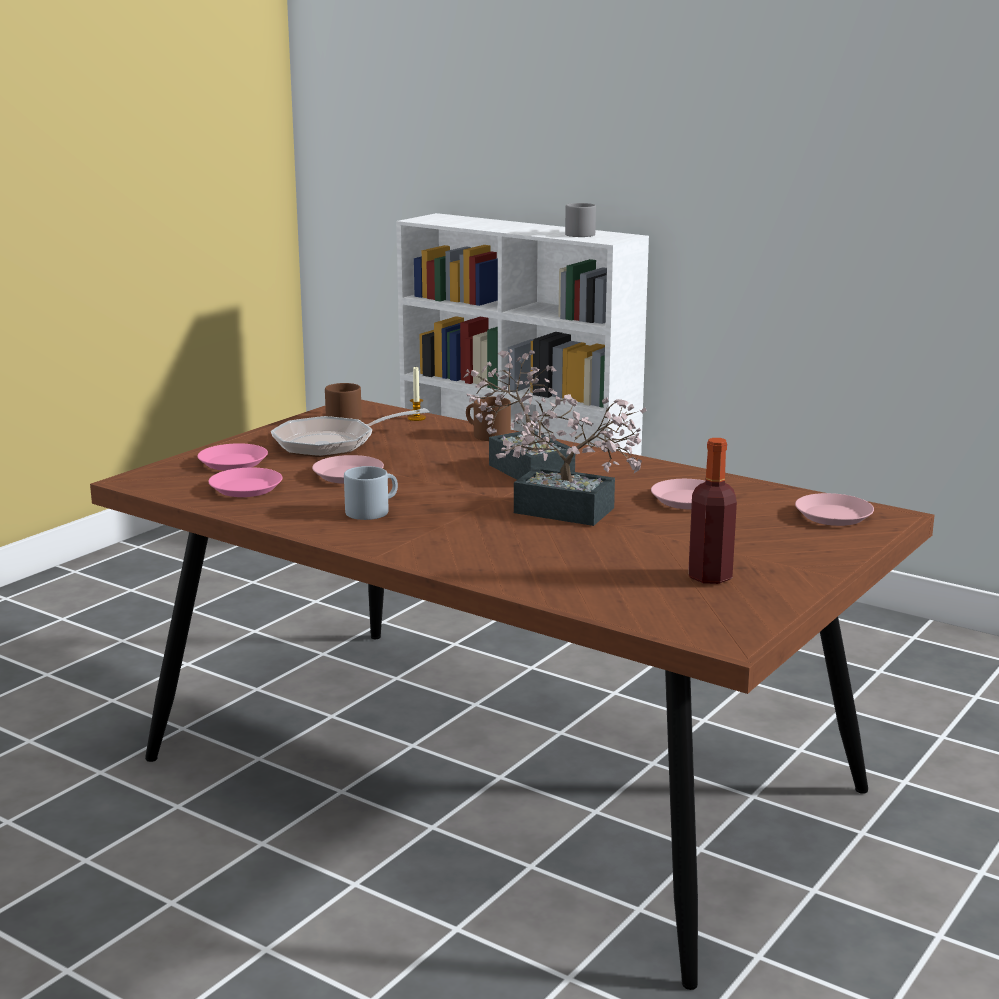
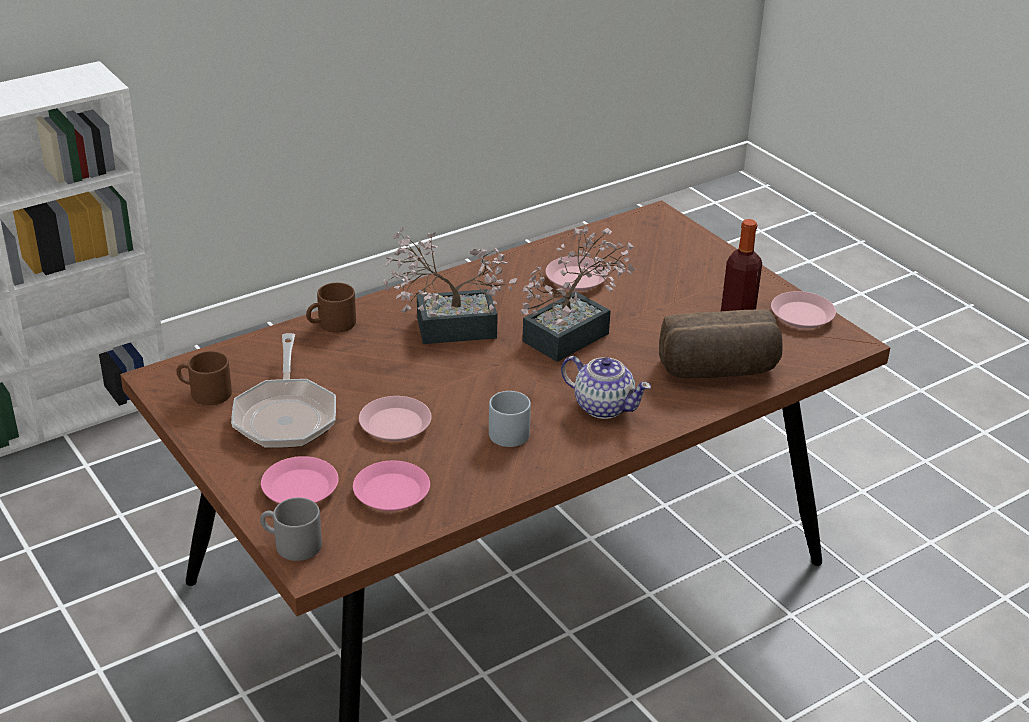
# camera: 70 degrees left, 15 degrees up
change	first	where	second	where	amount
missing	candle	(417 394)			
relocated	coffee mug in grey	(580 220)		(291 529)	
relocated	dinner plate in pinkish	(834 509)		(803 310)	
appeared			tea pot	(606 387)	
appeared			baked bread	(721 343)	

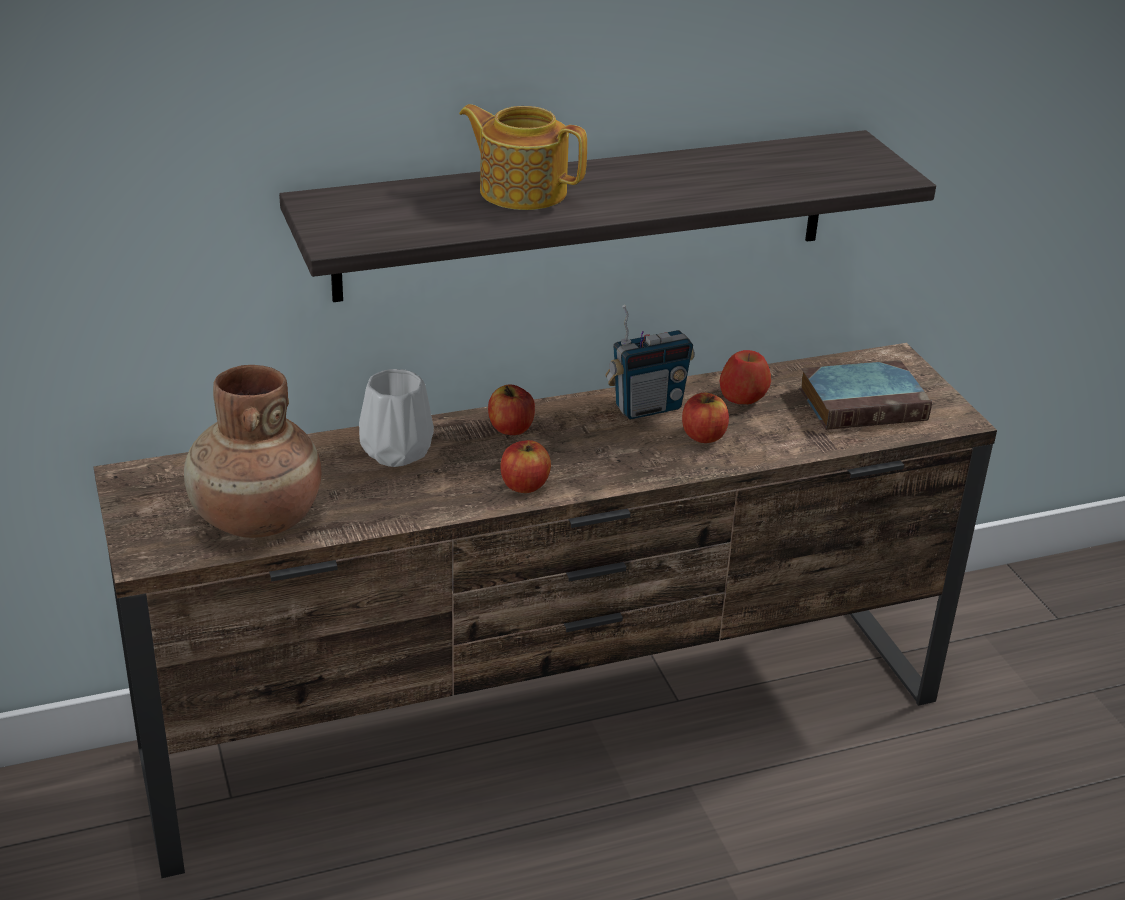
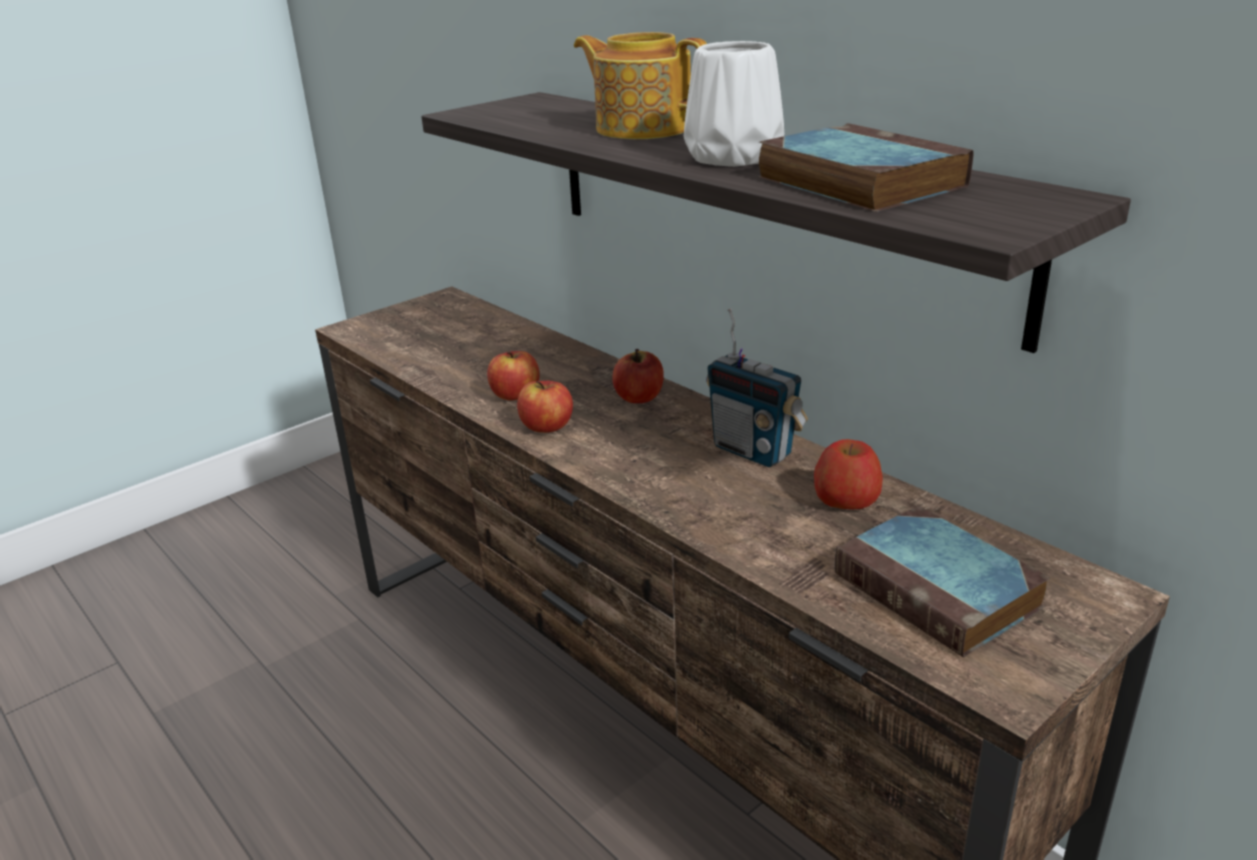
# camera: 70 degrees right, 5 degrees down
change	first	where	second	where	amount
missing	vase in brown	(253 451)			
relocated	vase in whitish	(396 418)		(734 104)	
spun	tea pot	(523 157)		(640 85)	60 degrees counterclockwise
relocated	apple	(705 418)		(513 375)	
appeared			bound book	(866 167)	

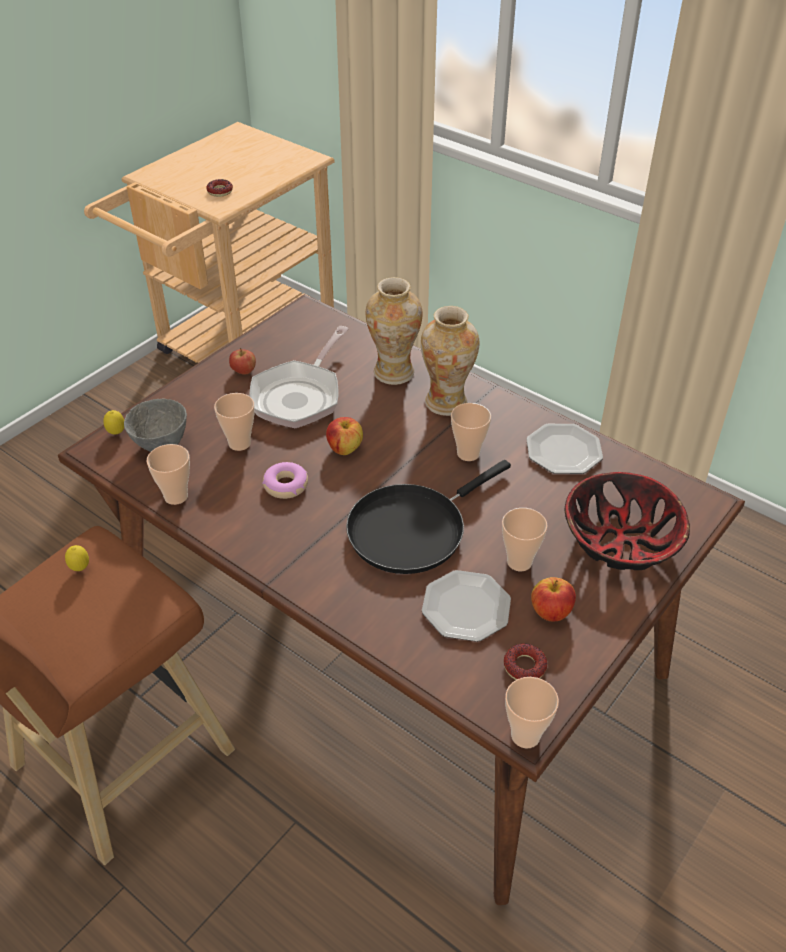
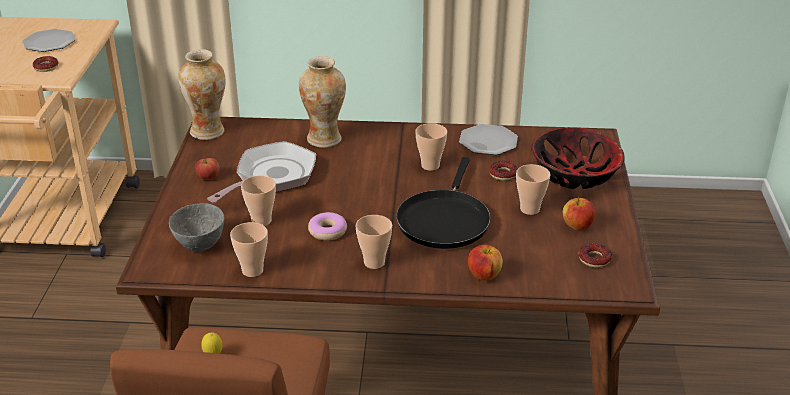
# camera: 35 degrees left, 10 degrees down
change	first	where	second	where	amount
missing	citrus fruit	(114 422)			
spun	pan	(299 377)		(261 171)	135 degrees counterclockwise
relocated	apple	(344 436)		(485 263)	
relocated	vase	(450 361)		(202 94)	
relocated	dinner plate	(466 606)		(49 40)	
relocated	cup	(532 712)		(373 242)	
appeared			doughnut	(503 171)	

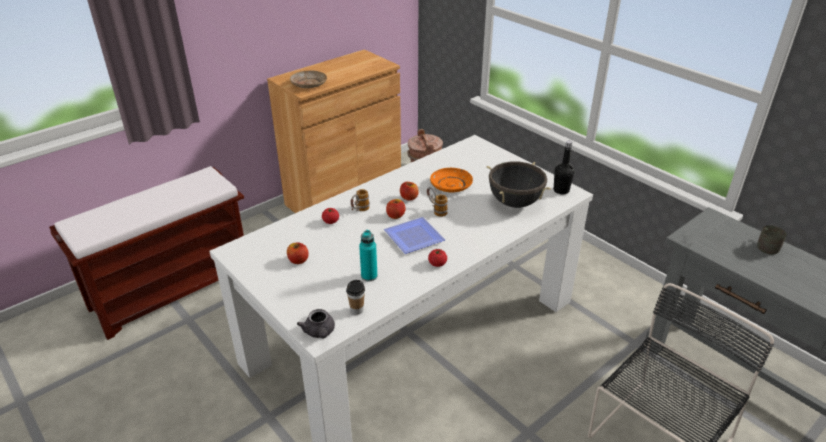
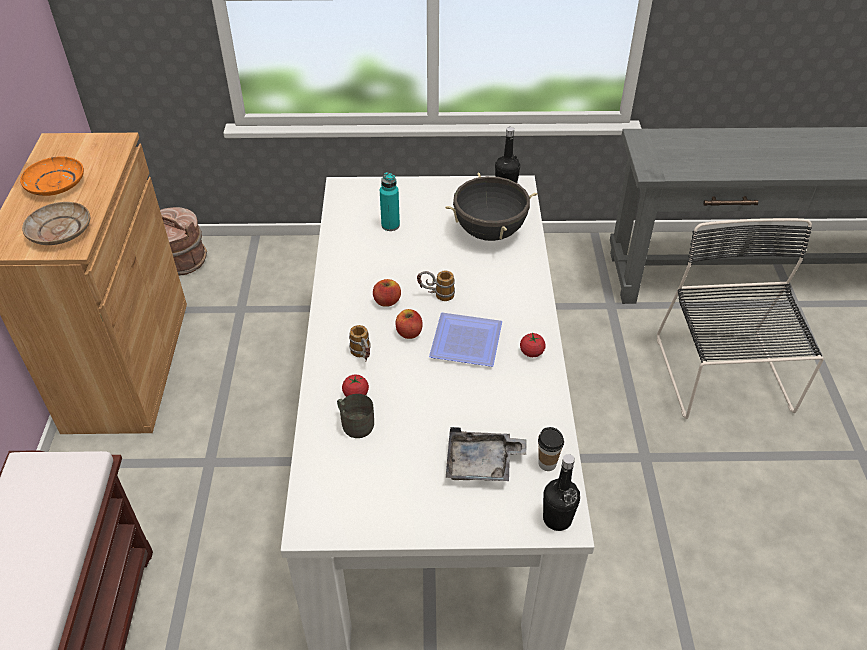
# camera: 50 degrees left, 10 degrees up
change	first	where	second	where	amount
missing	apple	(297 253)			
exchanged	tea pot in grey	(316 323)	drink bottle in black	(561 492)	
relocated	drink bottle in blue-green	(368 255)		(390 201)	
relocated	dinner plate in orangey	(451 180)		(52 176)	
relocated	coffee mug in grey	(772 240)		(355 416)	
appeared			carrying tray in grey	(486 454)	

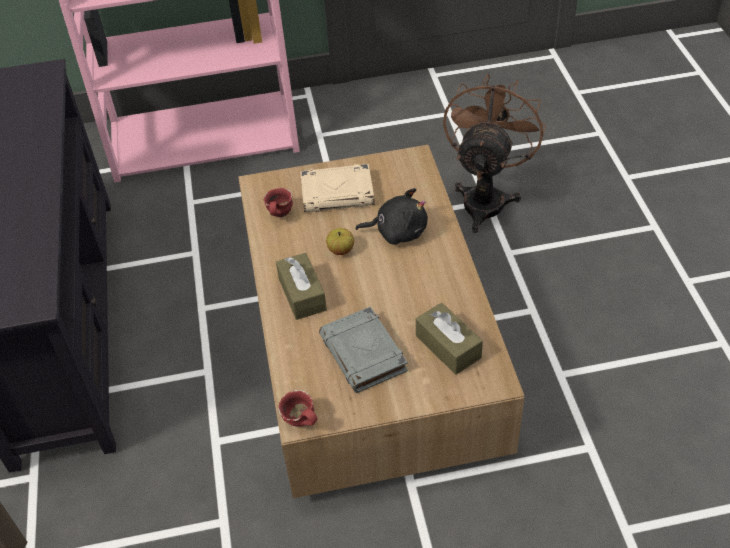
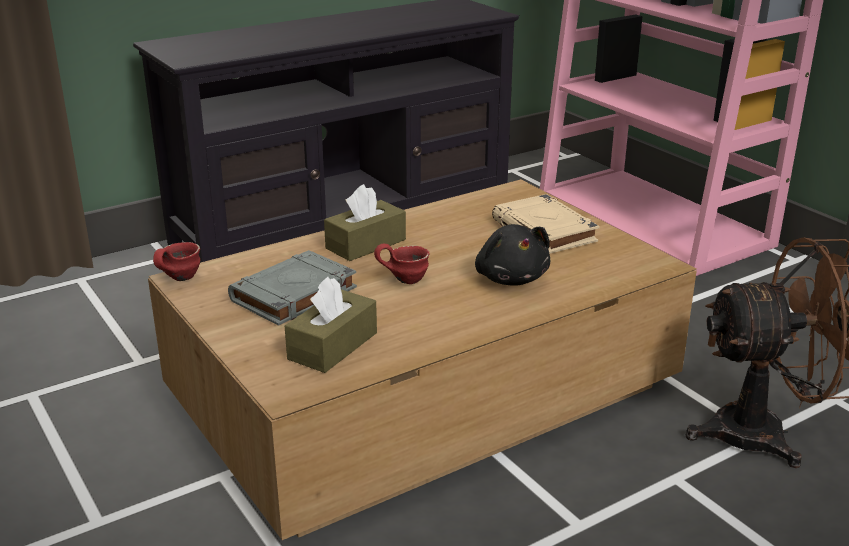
# camera: 65 degrees right, 20 degrees down
change	first	where	second	where	amount
relocated	coffee mug in red	(278 202)		(402 263)	
missing	apple	(340 241)			

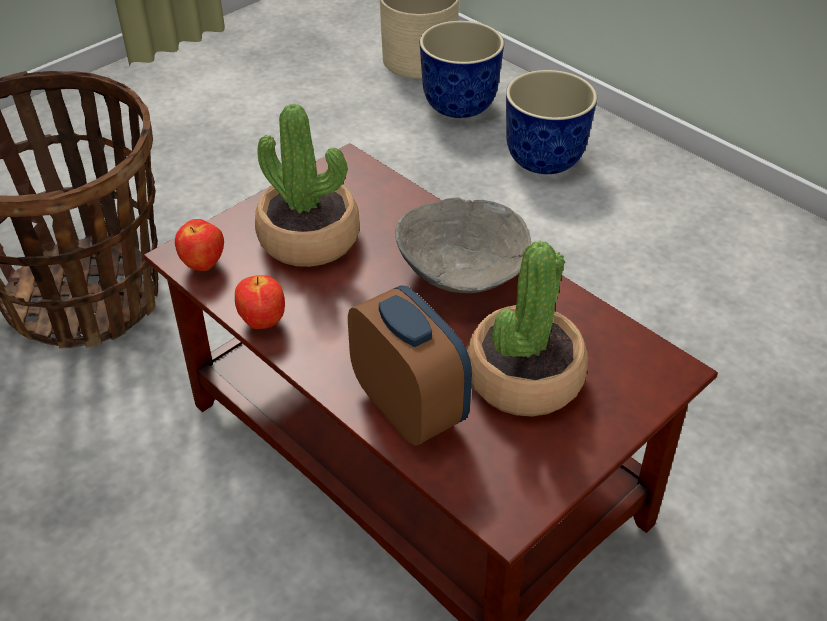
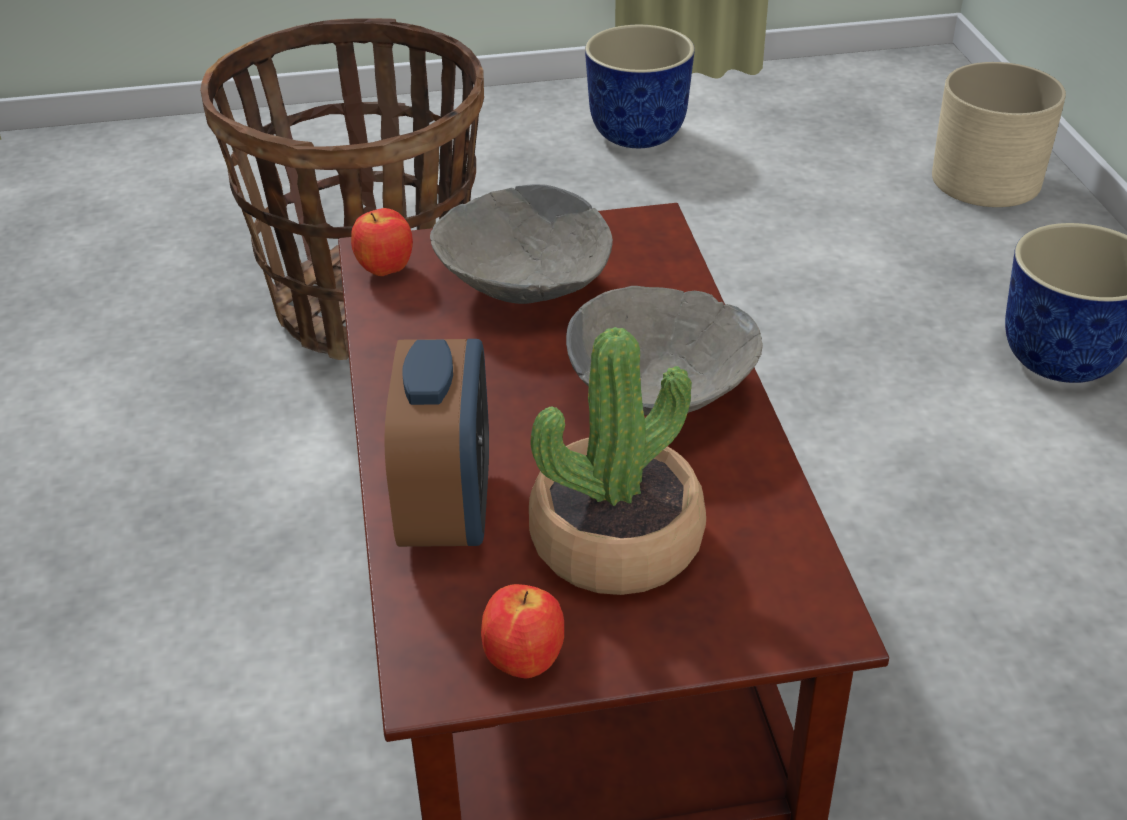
# camera: 35 degrees right, 5 degrees down
change	first	where	second	where	amount
relocated	apple	(260 302)		(522 631)	
exchanged	potted plant	(307 185)	deep dish in grey	(521 244)	
relocated	plant pot	(462 69)		(640 86)	

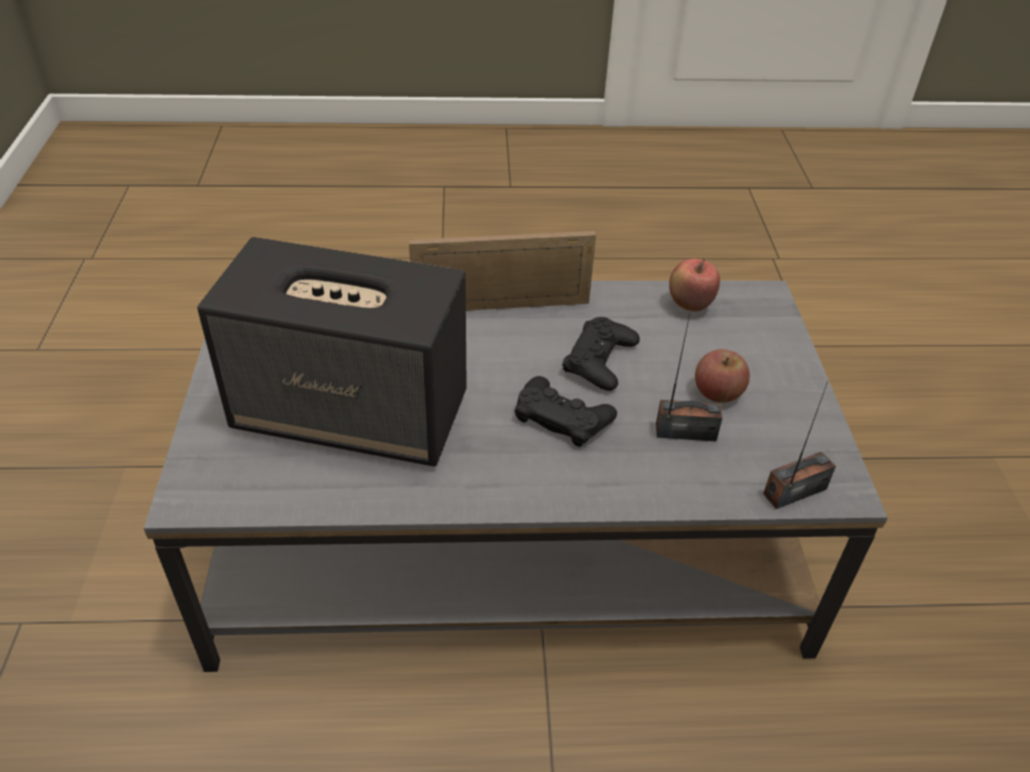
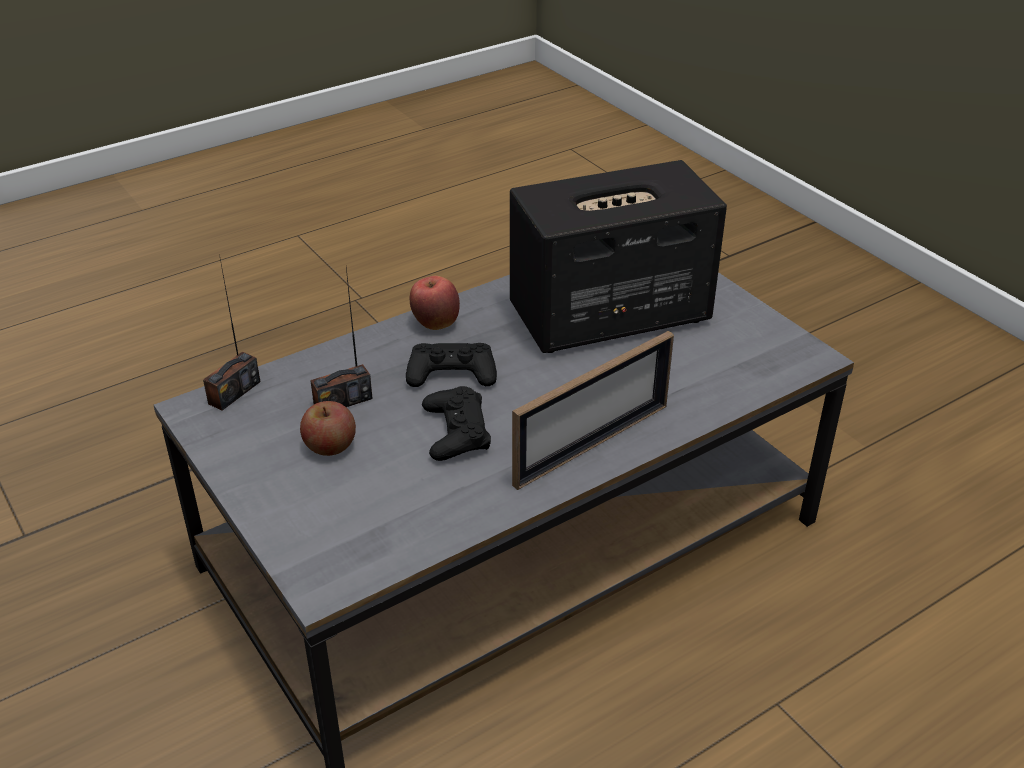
# camera: 150 degrees right, 5 degrees down
change	first	where	second	where	amount
relocated	apple	(694 285)		(435 303)	

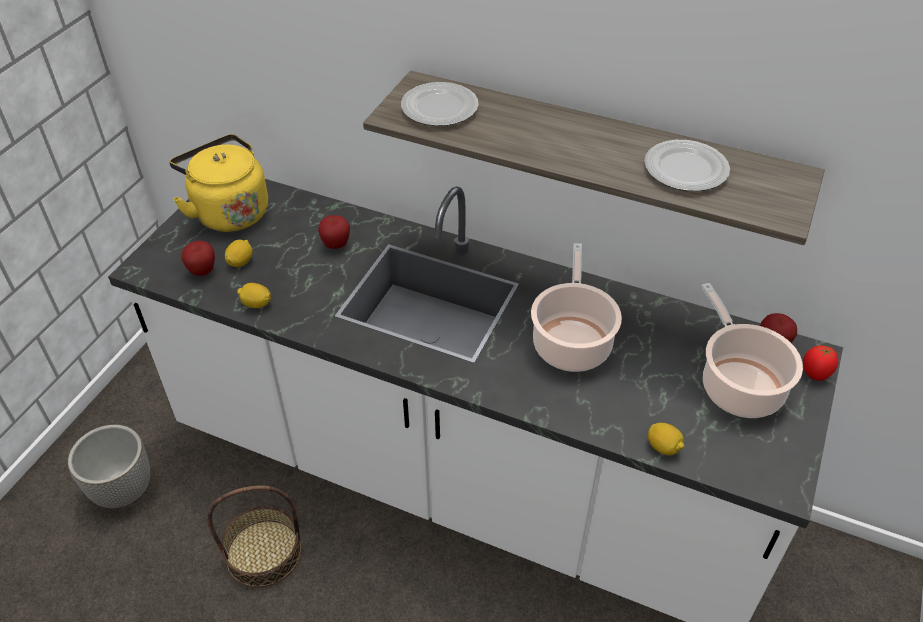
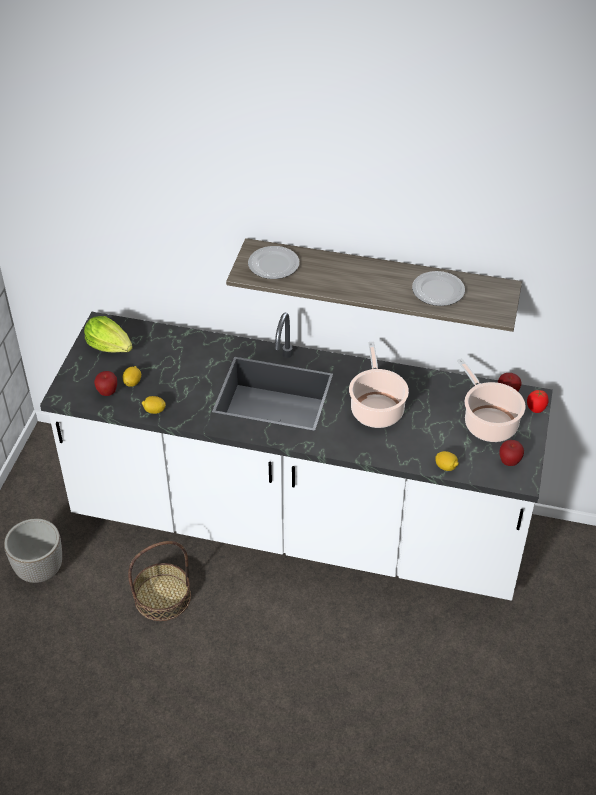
# camera: 10 degrees left, 0 degrees up
change	first	where	second	where	amount
exchanged	kettle in yellow	(218 183)	lettuce head	(108 334)	
relocated	apple	(334 232)		(511 453)	

